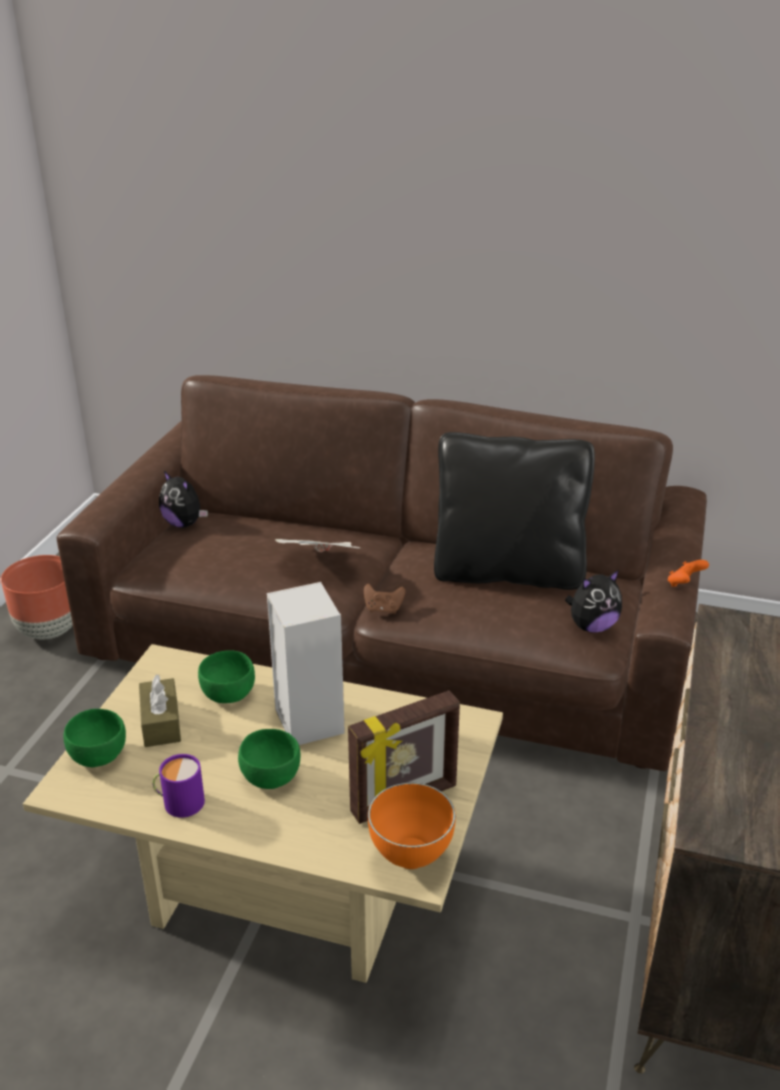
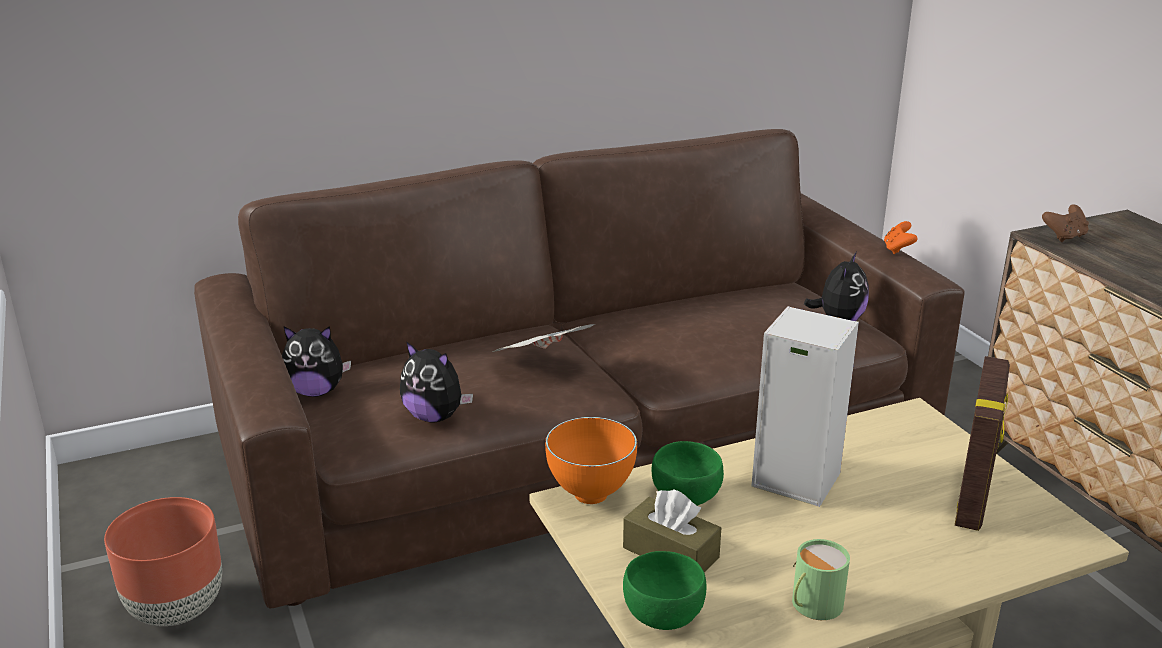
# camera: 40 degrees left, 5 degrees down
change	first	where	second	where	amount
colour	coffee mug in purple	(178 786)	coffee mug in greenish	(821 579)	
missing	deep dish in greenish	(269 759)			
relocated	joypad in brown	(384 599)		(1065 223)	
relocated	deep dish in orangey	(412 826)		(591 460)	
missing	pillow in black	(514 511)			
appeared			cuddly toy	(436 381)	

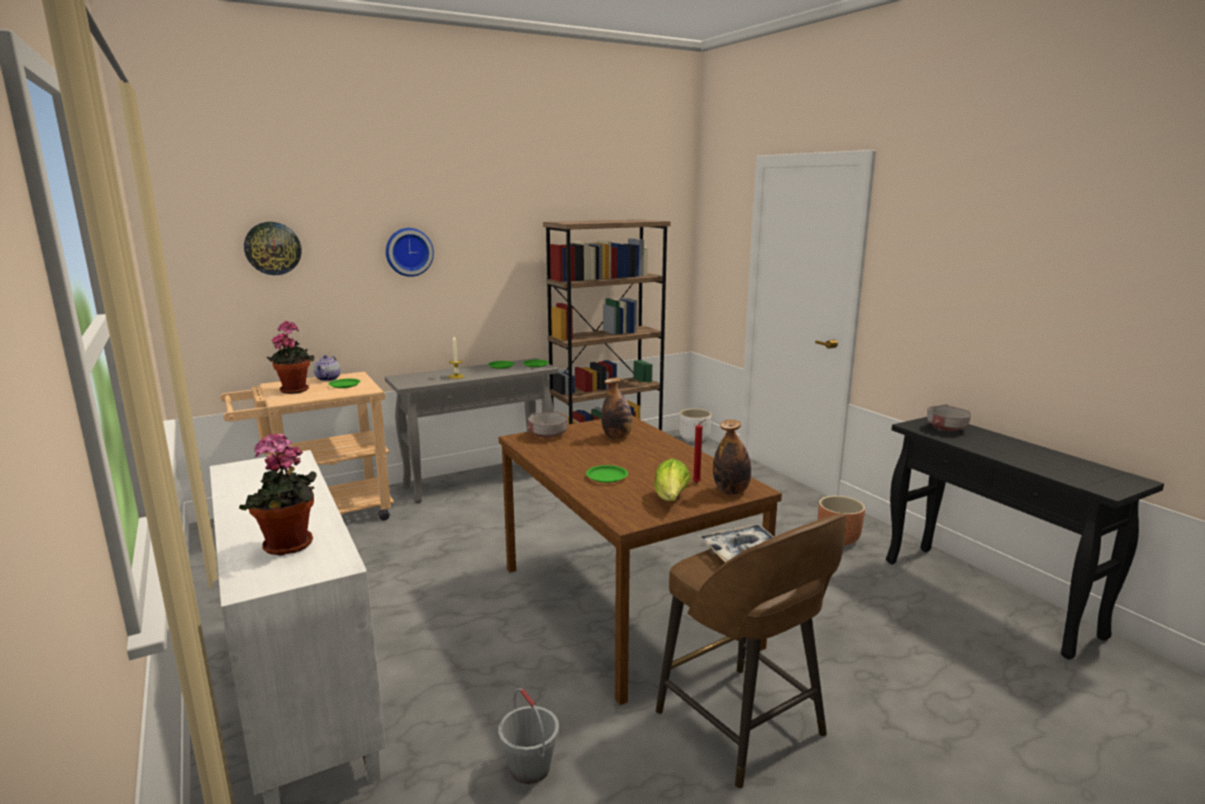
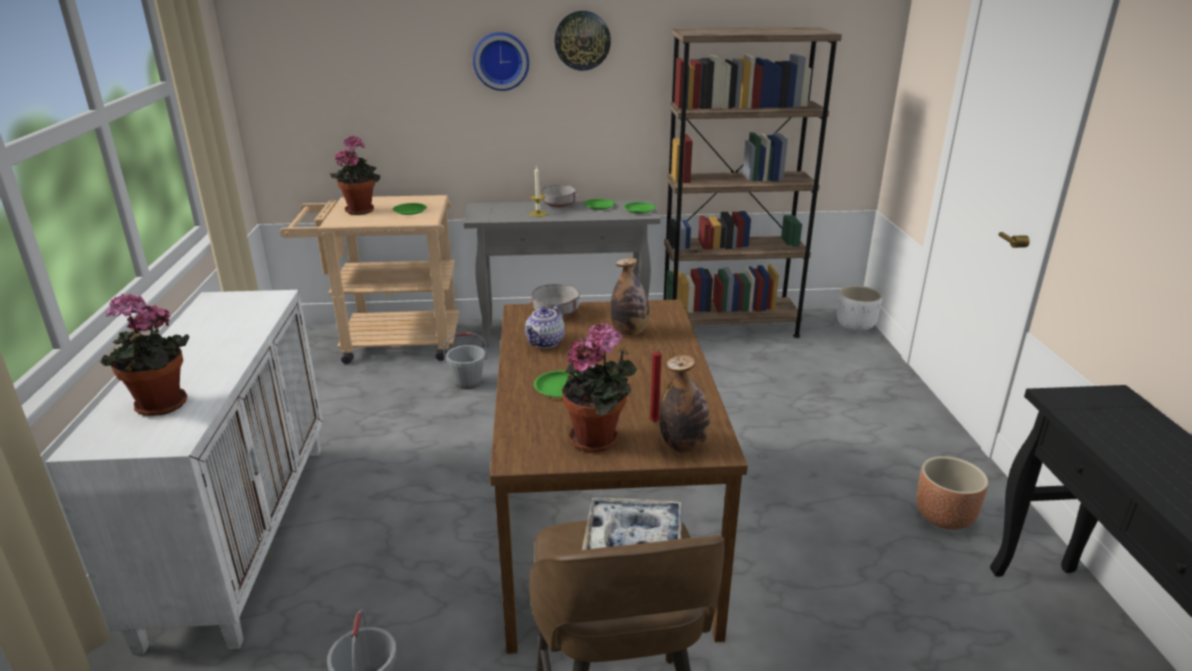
# camera: 25 degrees right, 10 degrees up
change	first	where	second	where	amount
relocated	clock on the wall	(272 248)		(582 41)	
relocated	tea pot	(327 368)		(545 326)	
exchanged	lettuce head	(672 479)	potted plant	(599 387)	
relocated	deep dish in grey	(949 417)		(560 196)	
appeared			water bucket in grey	(465 360)	

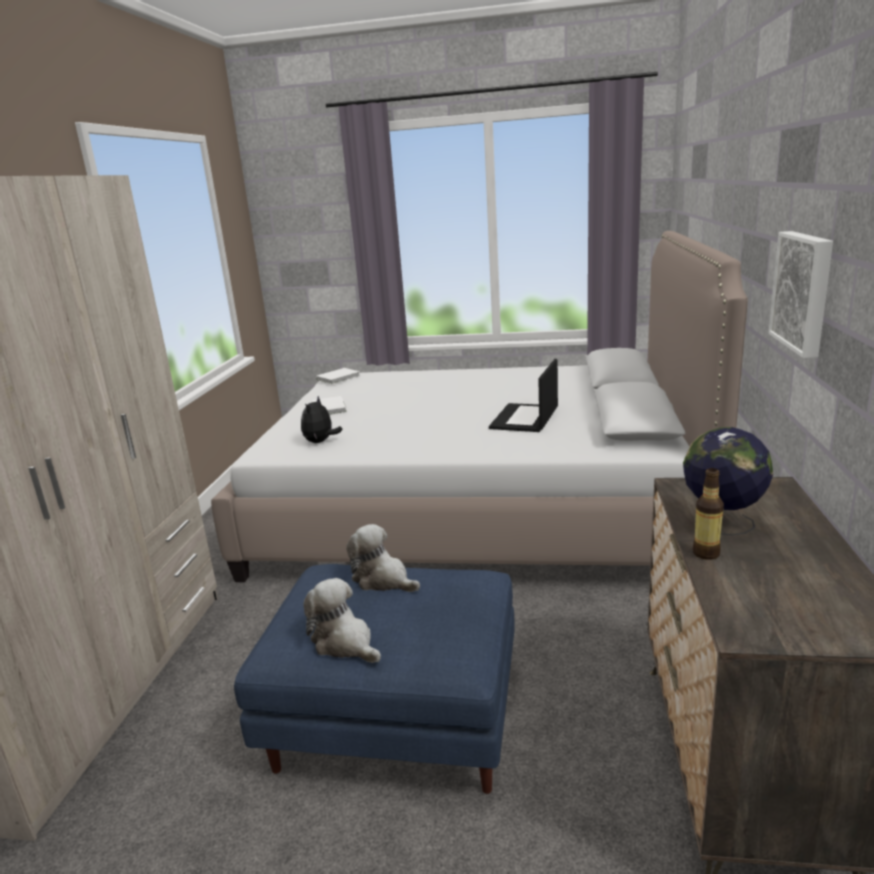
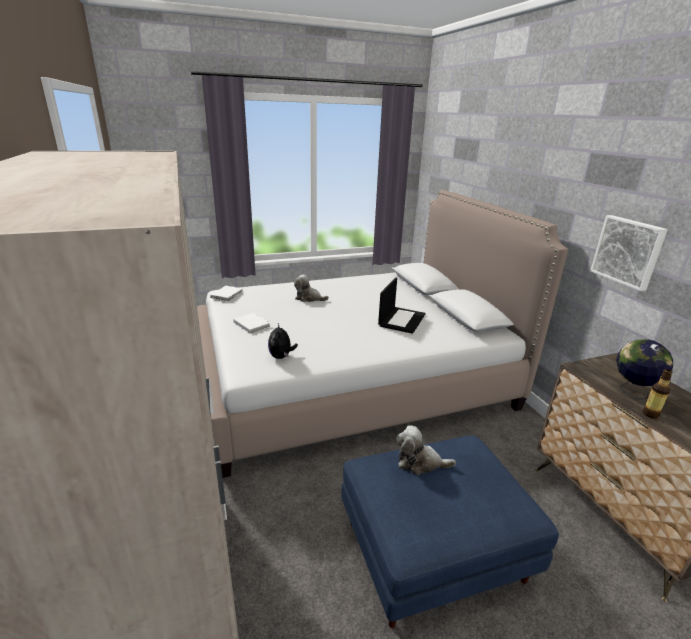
# camera: 30 degrees left, 5 degrees up
change	first	where	second	where	amount
relocated	cuddly toy	(342 620)		(311 288)	
spun	laptop	(523 395)		(402 306)	150 degrees counterclockwise

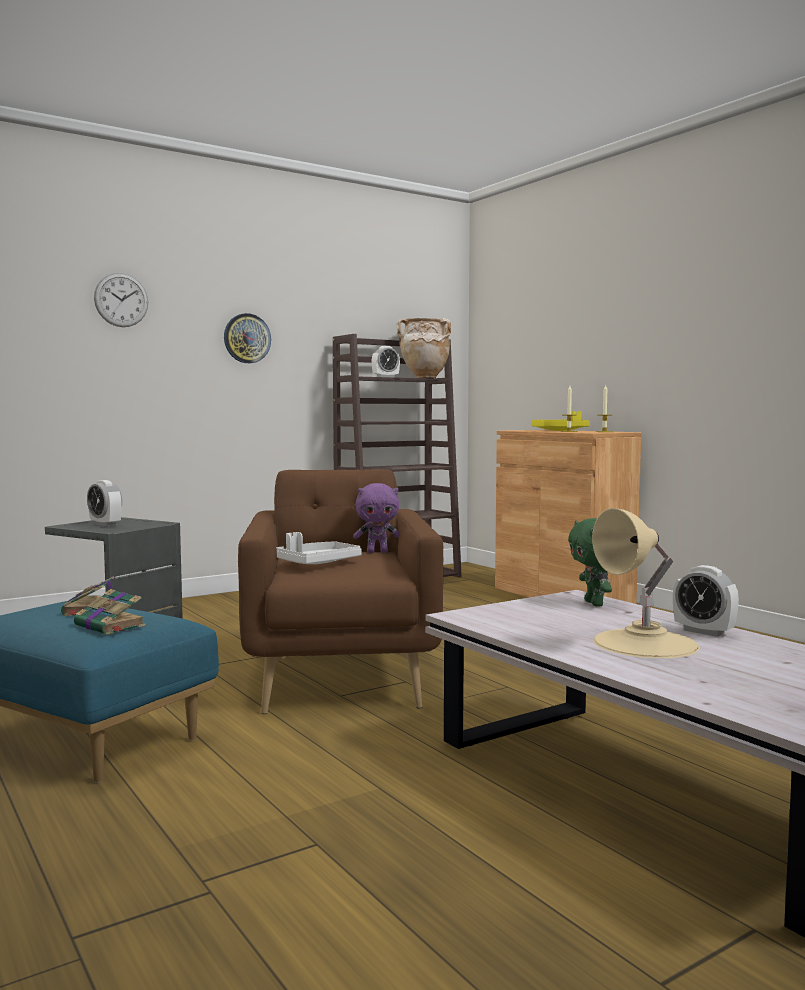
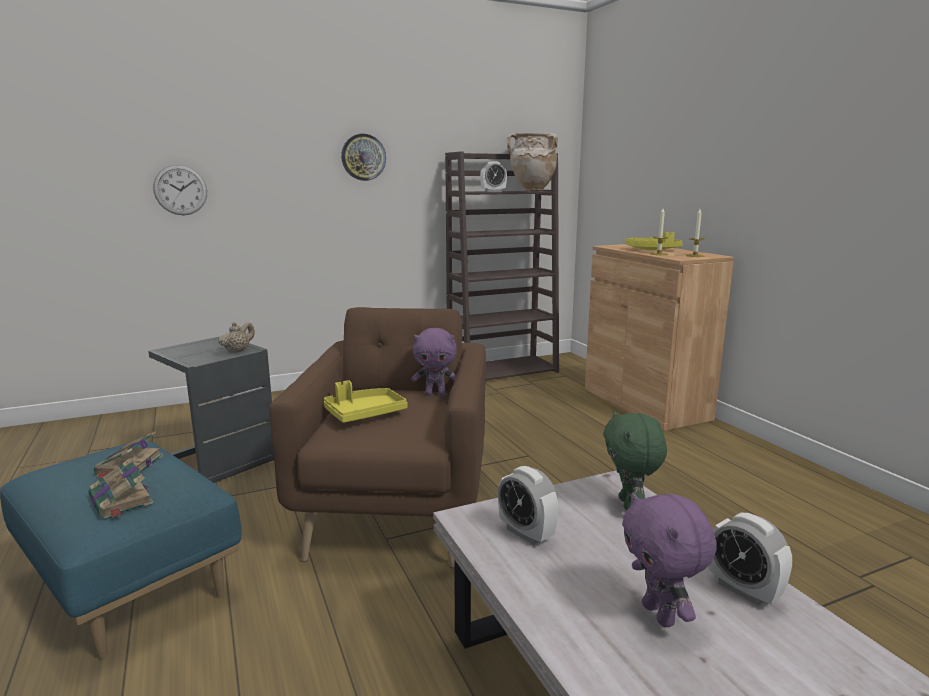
# camera: 10 degrees right, 10 degrees up
change	first	where	second	where	amount
relocated	table clock	(104 503)		(528 505)	
relocated	clock on the wall	(121 300)		(180 189)	
colour	carrying tray in whitish	(319 548)	carrying tray in yellow	(366 401)	
exchanged	tabletop lamp in beige	(646 583)	cuddly toy in purple	(669 559)	
appeared			tea pot in beige	(237 337)	

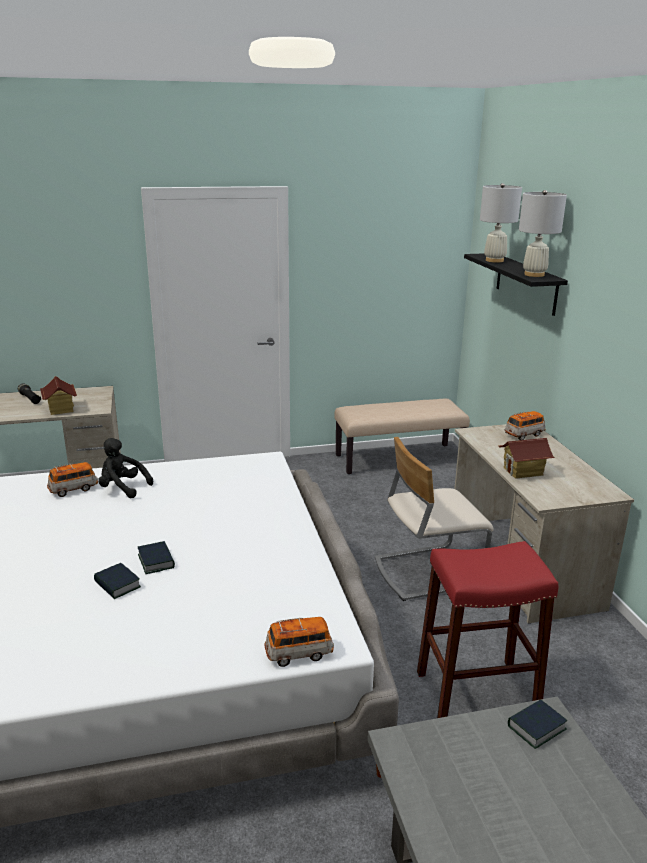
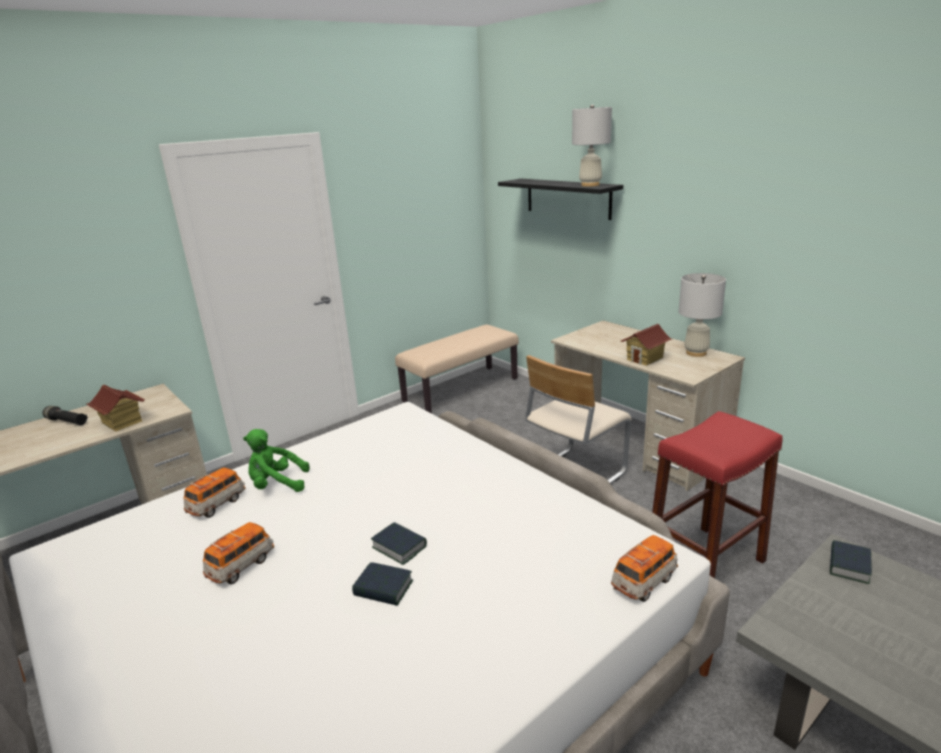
# camera: 25 degrees left, 0 degrees up
change	first	where	second	where	amount
colour	cuddly toy in black	(125 468)	cuddly toy in greenish	(276 460)	
relocated	tabletop lamp in whitish	(501 223)		(702 315)	
relocated	miniature car	(525 425)		(238 553)	

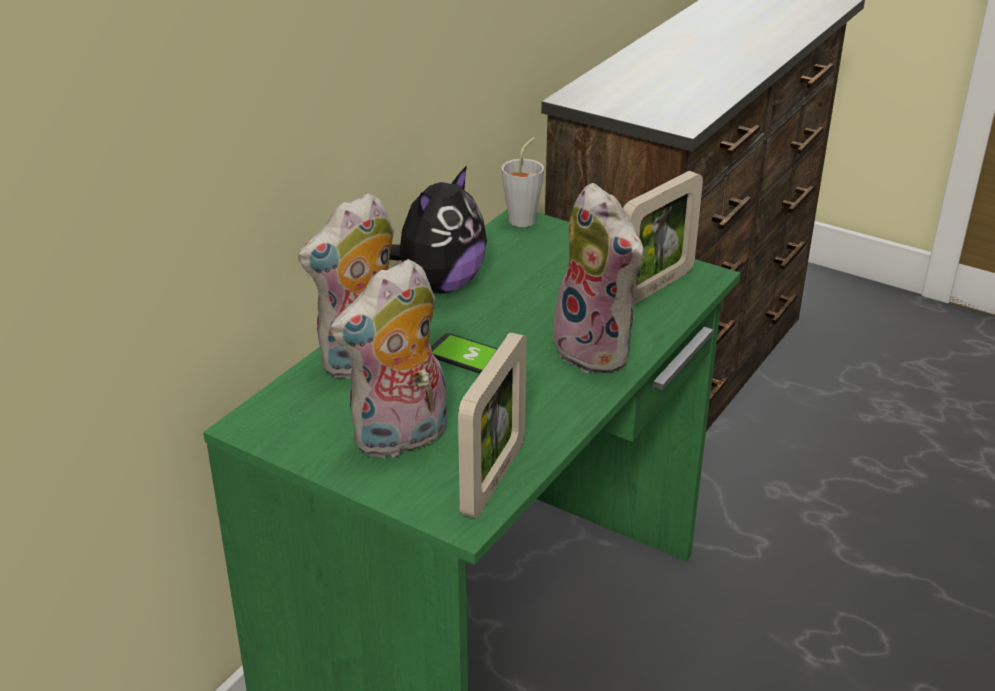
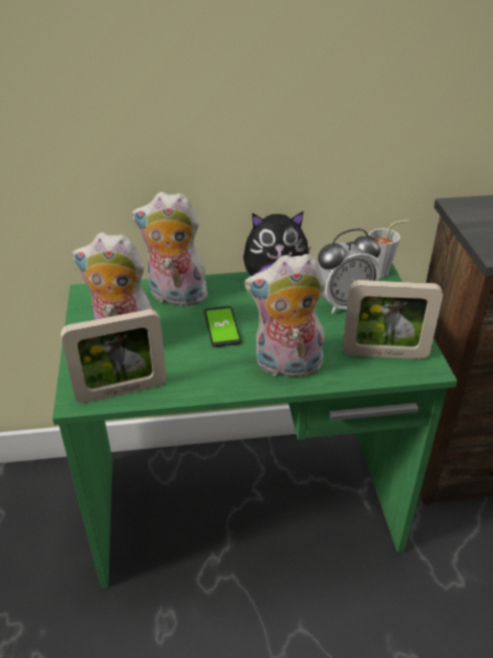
# camera: 50 degrees right, 5 degrees up
change	first	where	second	where	amount
spun	cuddly toy	(598 278)		(285 315)	75 degrees clockwise
appeared			table clock	(349 271)	

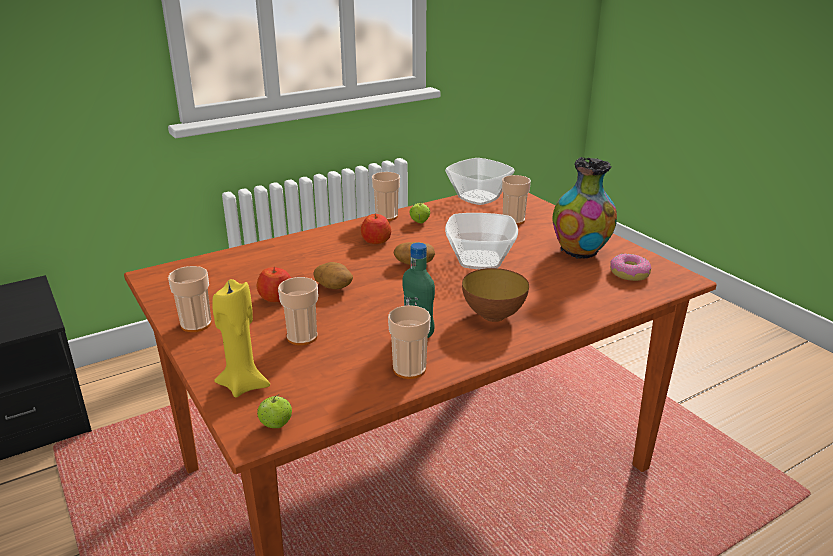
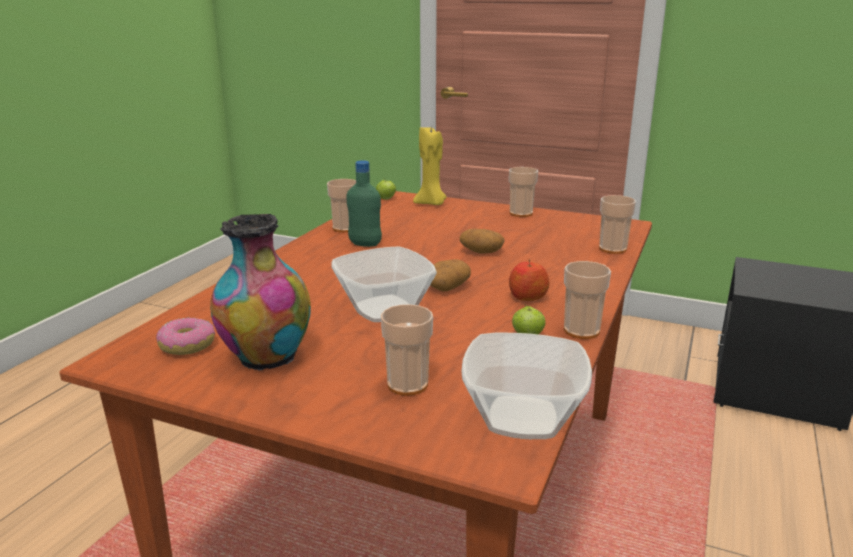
# camera: 145 degrees right, 5 degrees down
change	first	where	second	where	amount
missing	apple	(274 284)			
relocated	cup	(298 311)		(617 224)	
missing	deep dish	(495 295)			

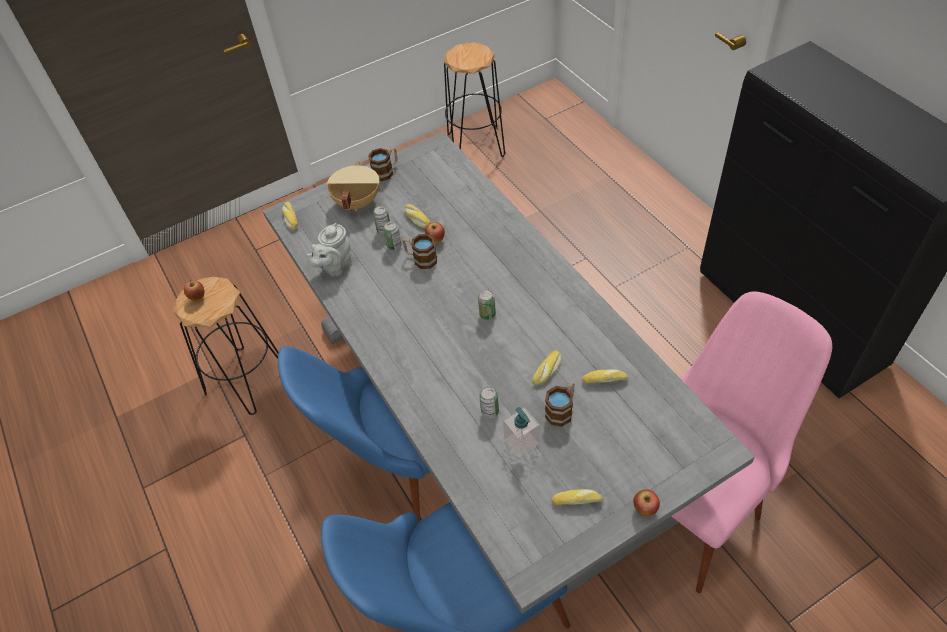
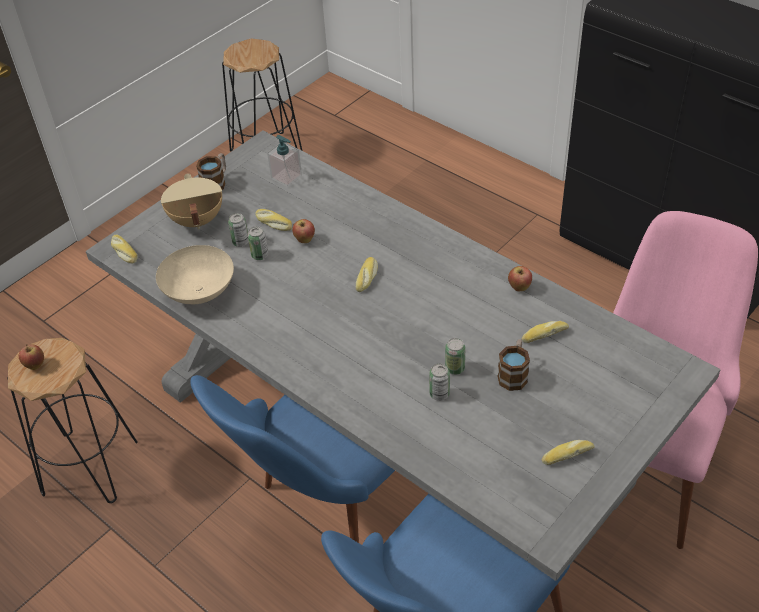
# camera: 20 degrees left, 5 degrees down
change	first	where	second	where	amount
exchanged	tea pot in grey	(329 250)	deep dish in beige	(195 274)	
missing	coffee mug	(420 251)			
relocated	metal can	(487 305)		(455 356)	
relocated	liquid soap bottle	(521 432)		(284 161)	
relocated	baked bread	(547 368)		(367 274)	
relocated	apple	(646 503)		(520 278)	

